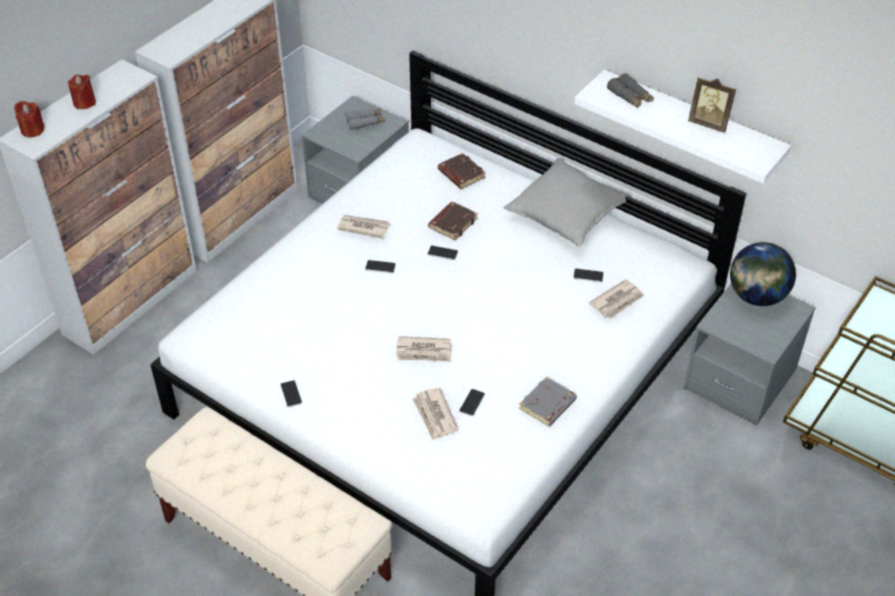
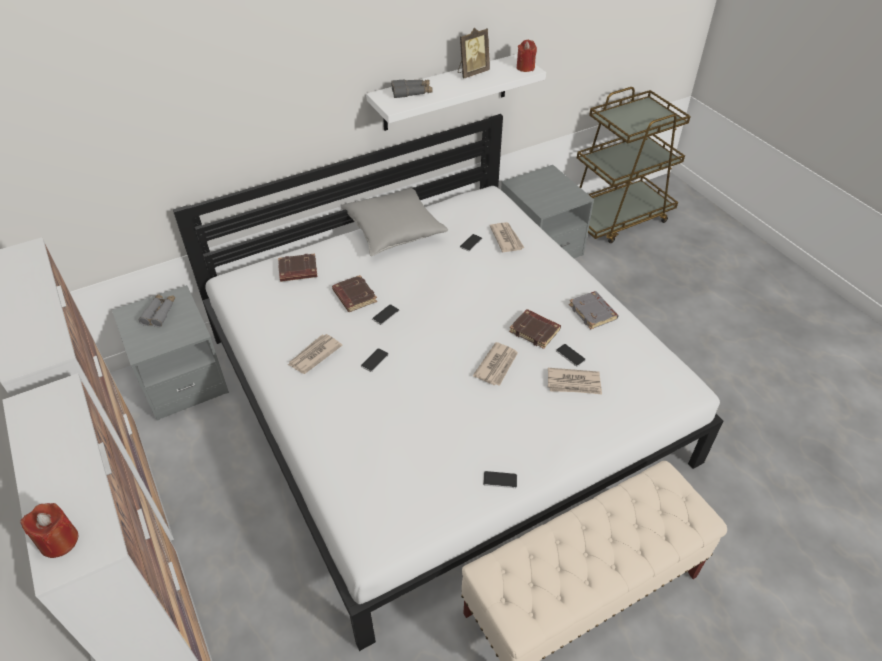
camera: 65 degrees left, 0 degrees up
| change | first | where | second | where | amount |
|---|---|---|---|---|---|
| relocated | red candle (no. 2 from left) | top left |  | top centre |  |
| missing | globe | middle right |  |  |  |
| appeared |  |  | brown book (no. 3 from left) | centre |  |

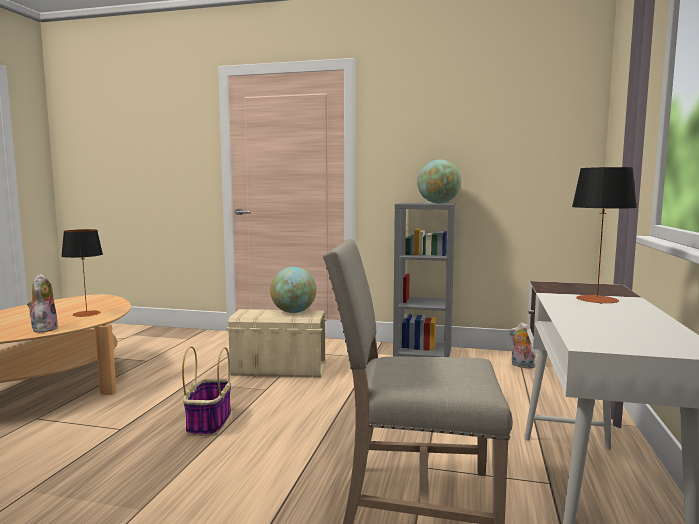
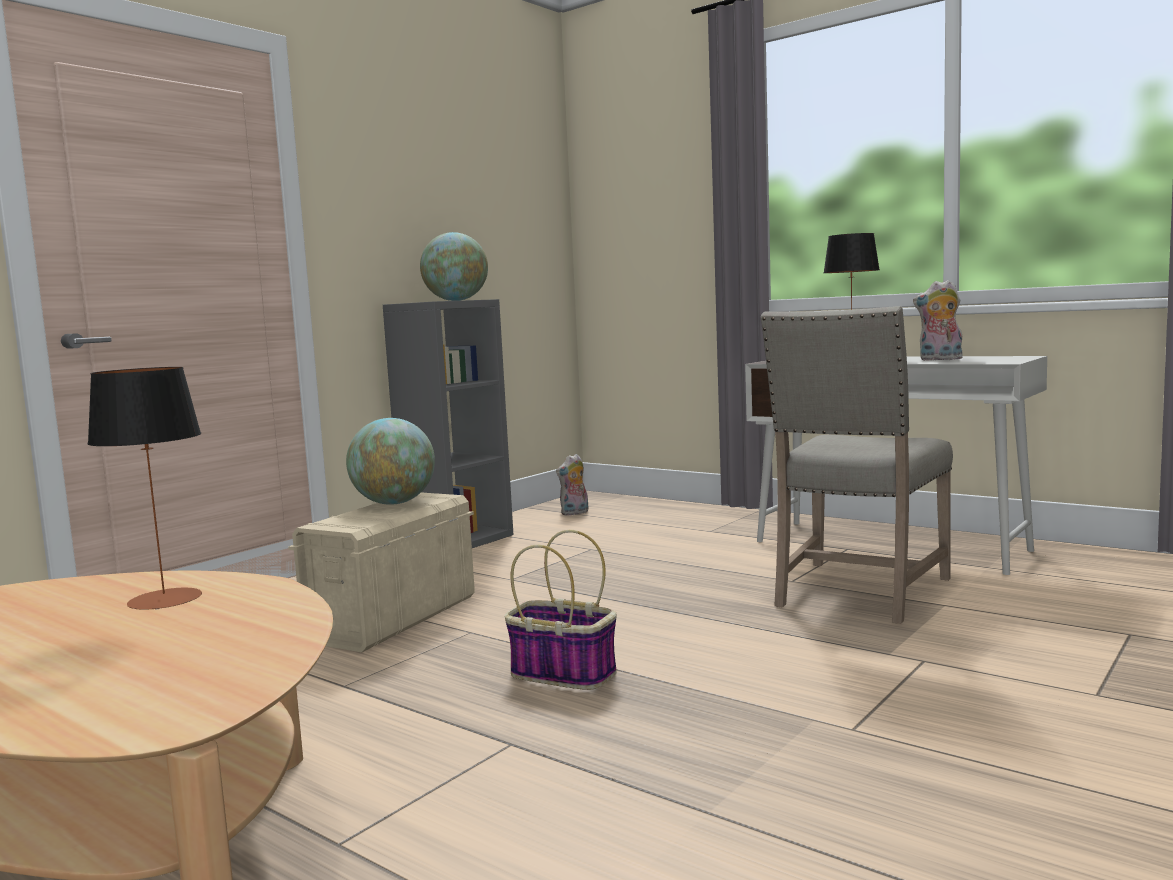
camera: 65 degrees left, 0 degrees up
| change | first | where | second | where | amount |
|---|---|---|---|---|---|
| relocated | plush toy (no. 1 from left in the first image) | middle left | plush toy (no. 2 from left) | middle right |  |

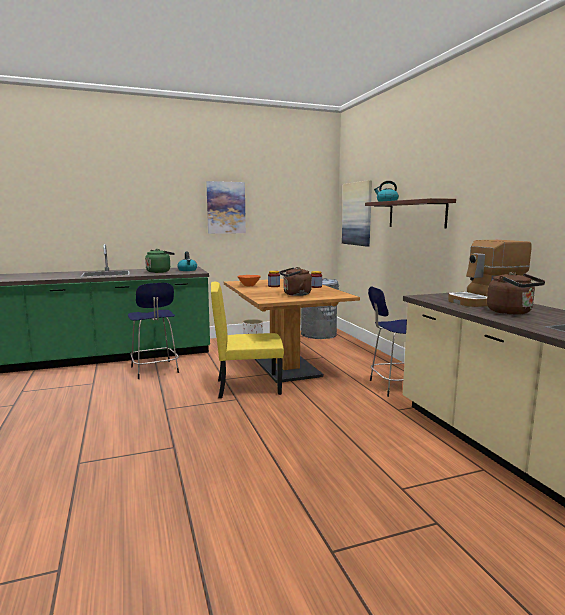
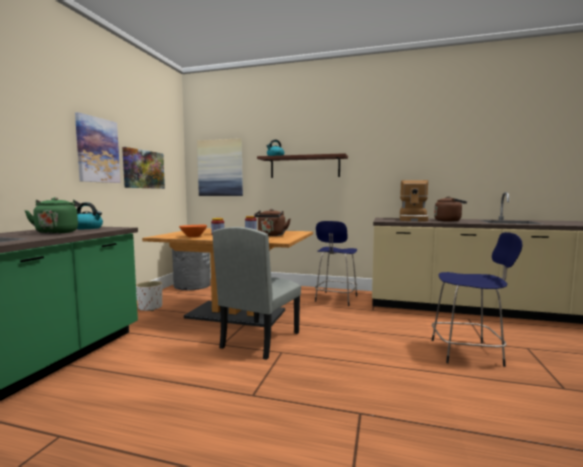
camera: 55 degrees left, 5 degrees down
| change | first | where | second | where | amount |
|---|---|---|---|---|---|
| relocated | blue stool (no. 1 from left in the first image) | middle left | blue stool (no. 2 from left) | middle right |  |
| colour | yellow chair | centre | grey chair | centre |  |
| appeared |  |  | picture (no. 2 from left) | middle left |  |

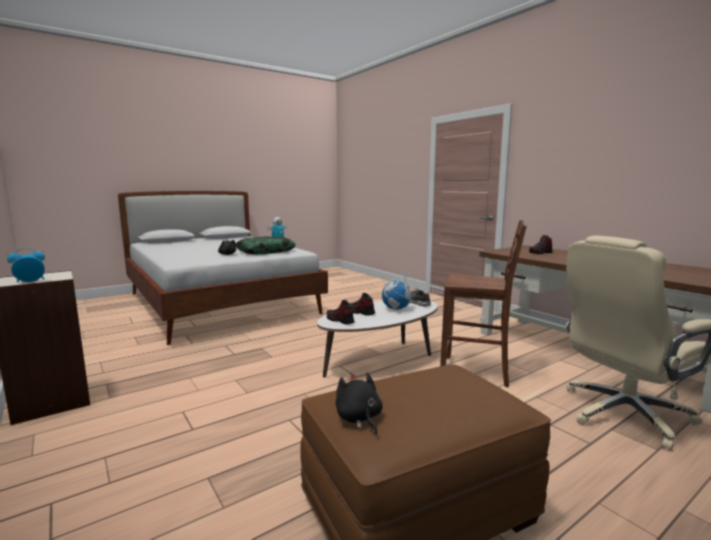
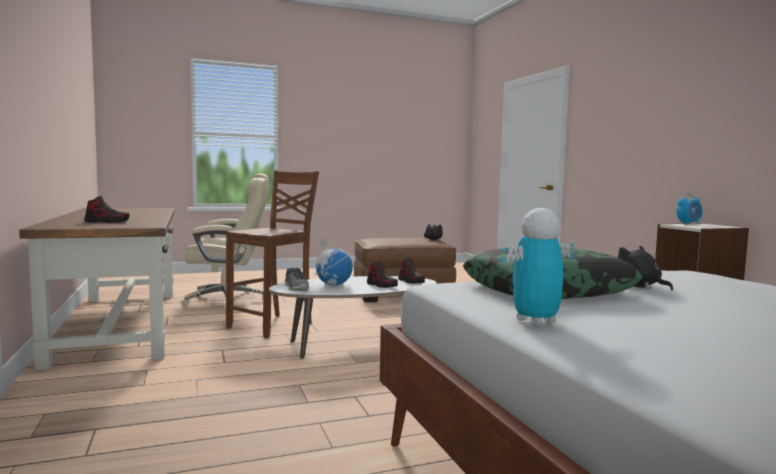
camera: 165 degrees left, 5 degrees down
| change | first | where | second | where | amount |
|---|---|---|---|---|---|
| spun | brown chair | middle right |  | centre | 90 degrees clockwise |

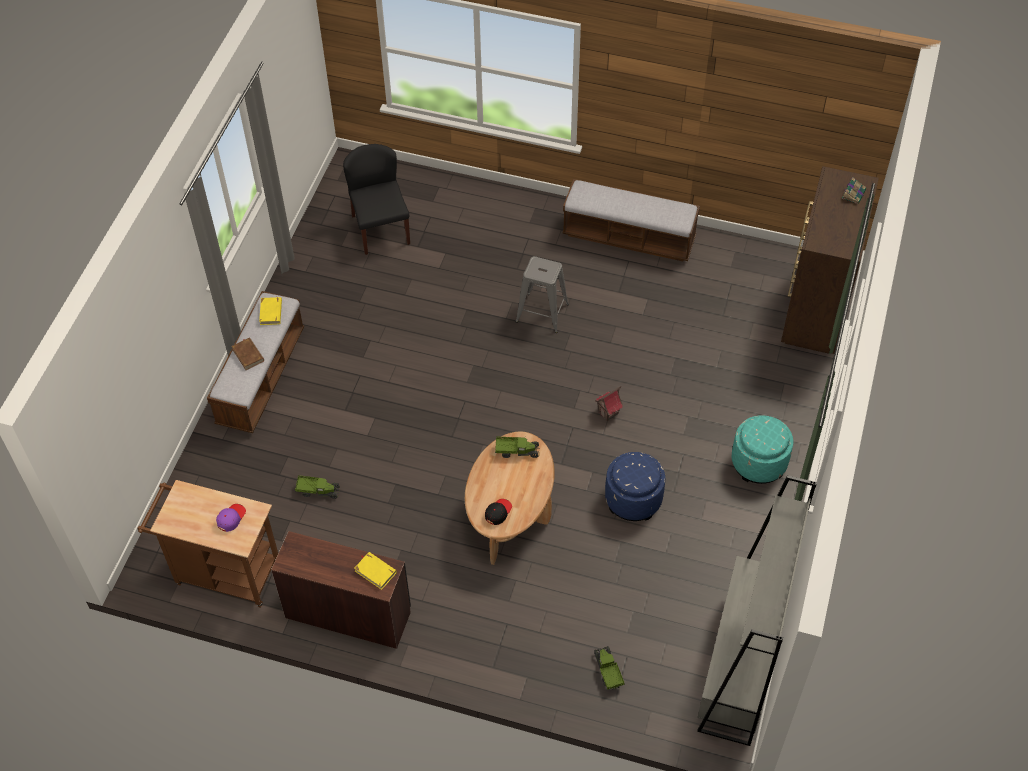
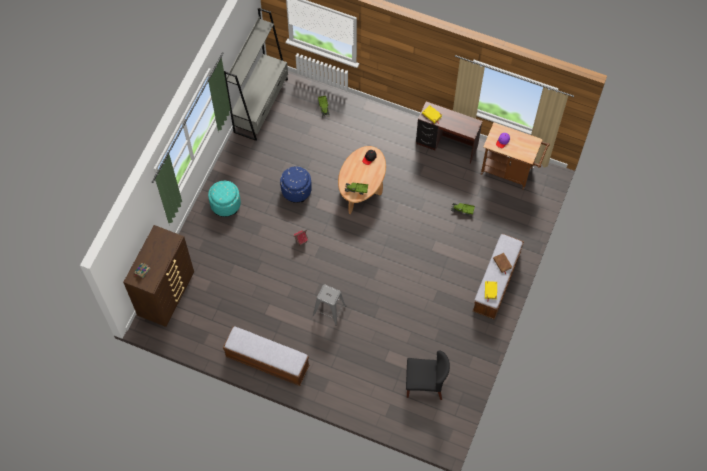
camera: 175 degrees left, 10 degrees up
| change | first | where | second | where | amount |
|---|---|---|---|---|---|
| spun | black chair | top centre |  | bottom centre | 75 degrees counterclockwise |

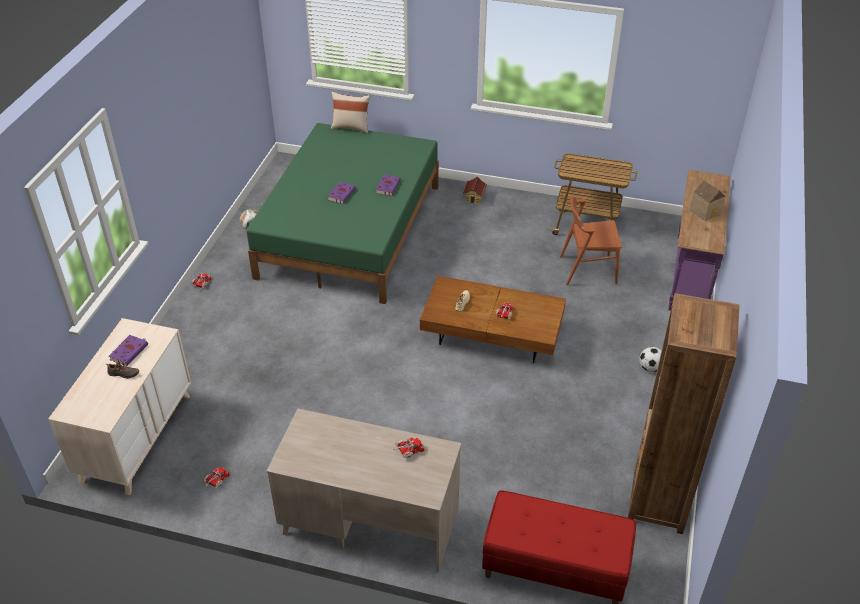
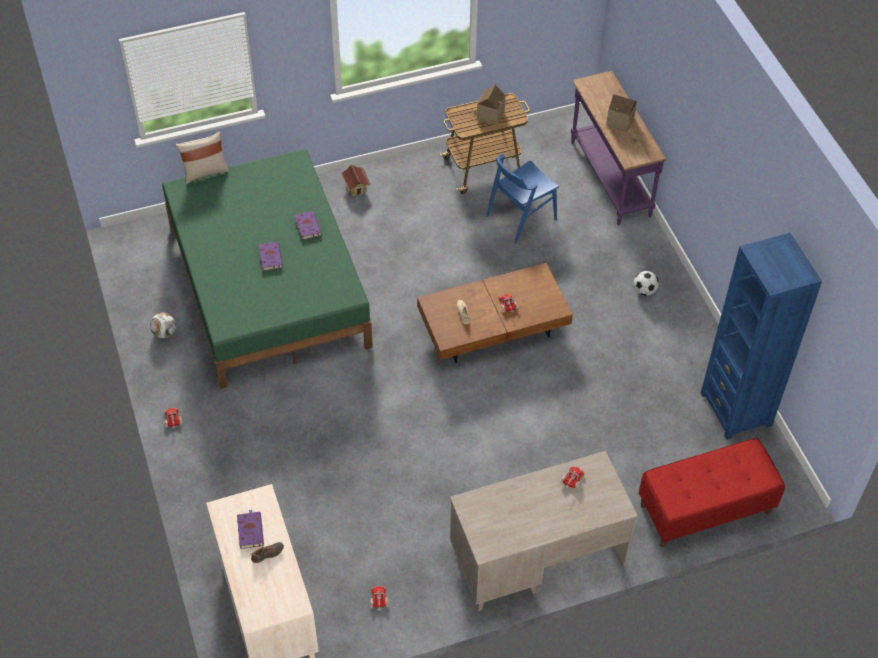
camera: 35 degrees left, 10 degrees up
| change | first | where | second | where | amount |
|---|---|---|---|---|---|
| colour | brown chair | middle right | blue chair | top centre |  |
| colour | brown bookcase | bottom right | blue bookcase | middle right |  |
| appeared |  |  | toy house (no. 2 from left) | top centre |  |

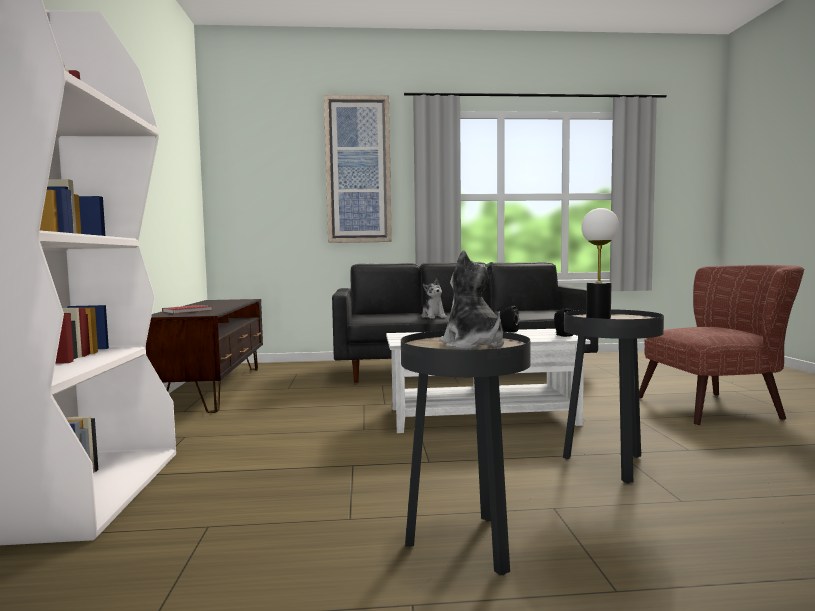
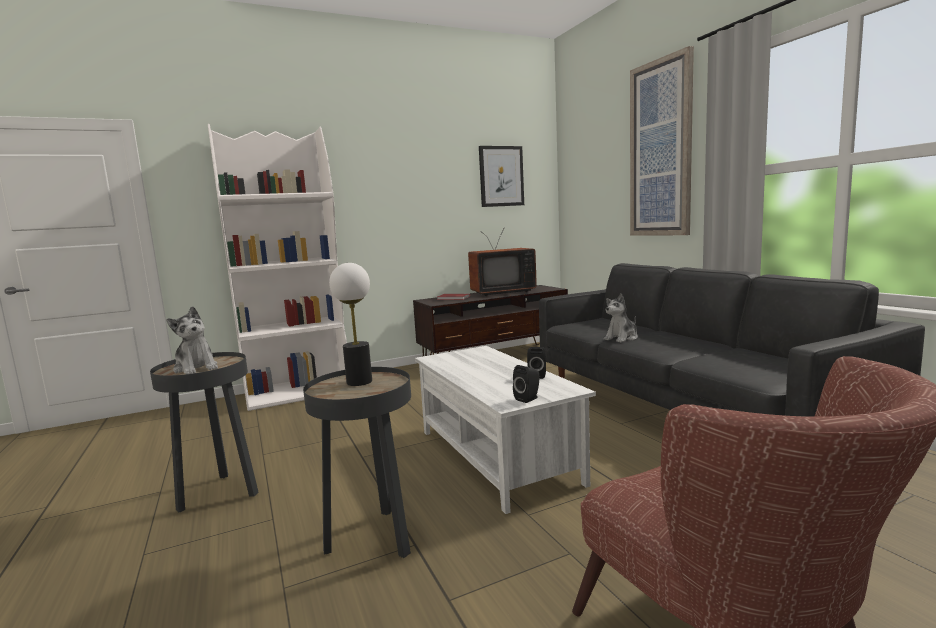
camera: 70 degrees right, 5 degrees up
| change | first | where | second | where | amount |
|---|---|---|---|---|---|
| spun | plush toy (no. 2 from left in the first image) | centre | plush toy (no. 1 from left) | middle left | 90 degrees clockwise |
| appeared |  |  | television | centre |  |
| appeared |  |  | picture (no. 1 from left) | top centre |  |

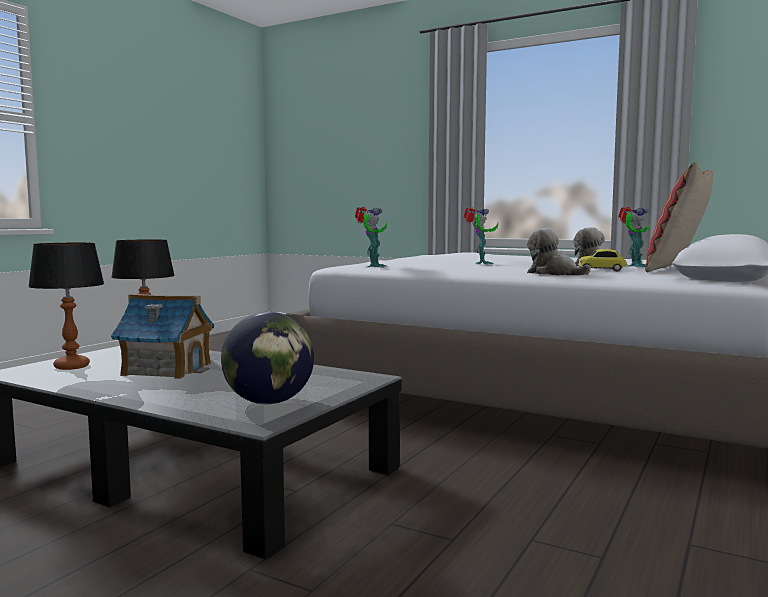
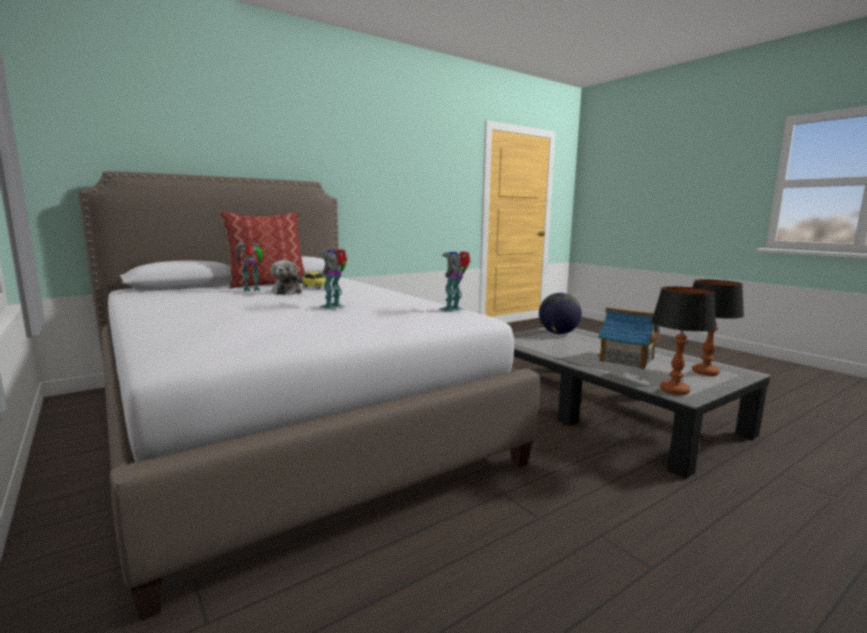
camera: 155 degrees left, 5 degrees up
| change | first | where | second | where | amount |
|---|---|---|---|---|---|
| missing | plush toy (no. 1 from left) | middle right |  |  |  |

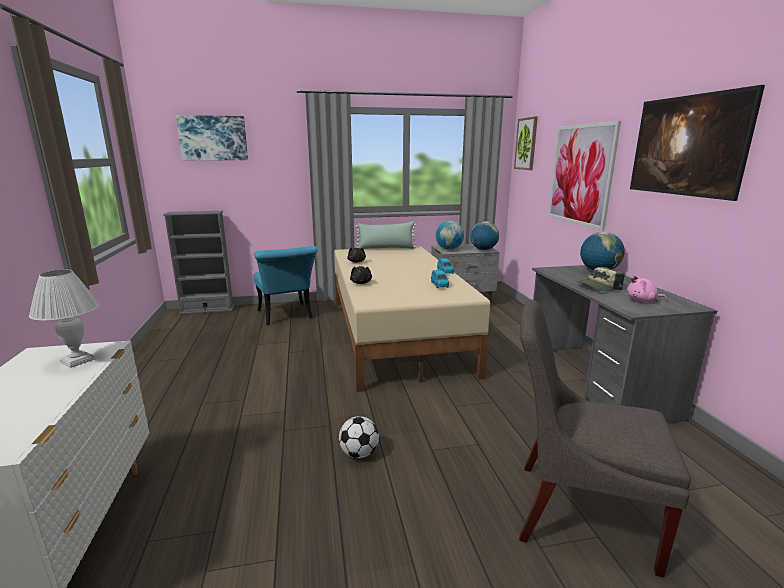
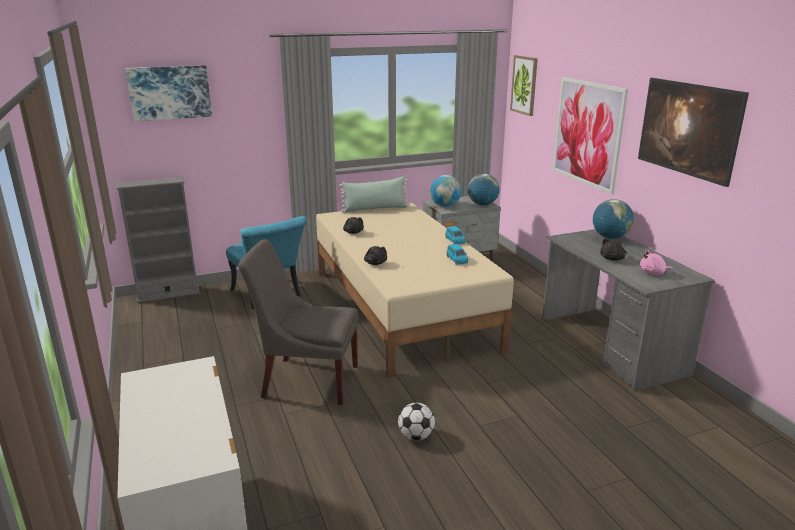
camera: 10 degrees left, 5 degrees up
| change | first | where | second | where | amount |
|---|---|---|---|---|---|
| missing | white table lamp | middle left |  |  |  |
| relocated | grey chair | bottom right |  | centre |  |
| exchanged | cap | middle right | black plush toy (no. 3 from left) | middle right |  |

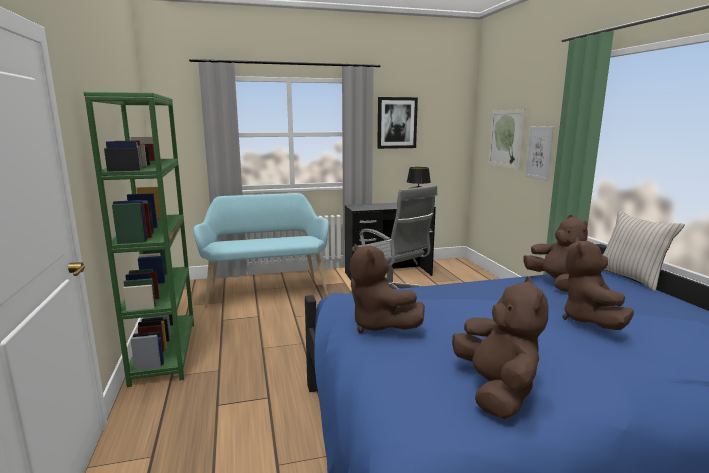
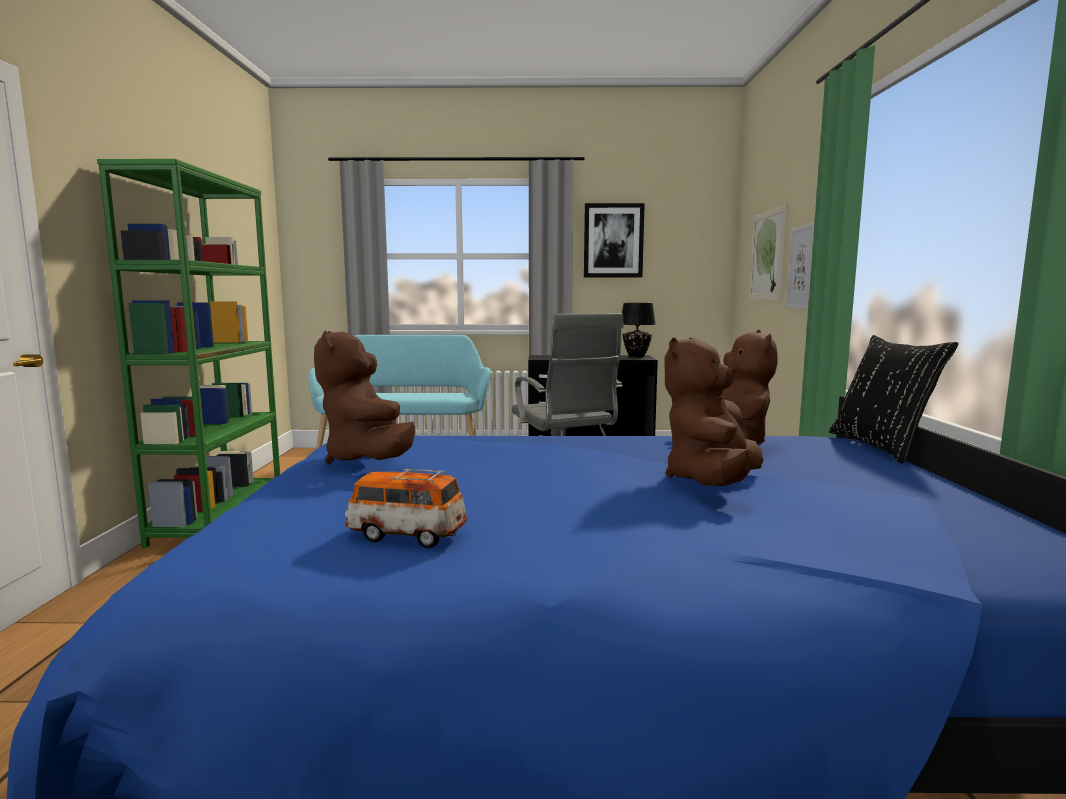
camera: 15 degrees right, 5 degrees down
| change | first | where | second | where | amount |
|---|---|---|---|---|---|
| exchanged | brown plush toy (no. 2 from left) | bottom right | toy car | centre |  |
| colour | beige pillow | middle right | black pillow | middle right |  |

